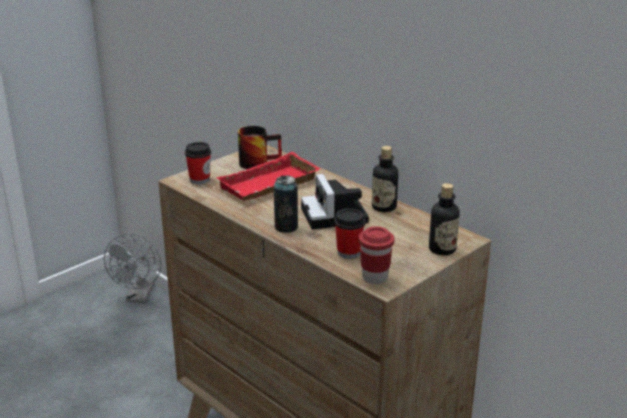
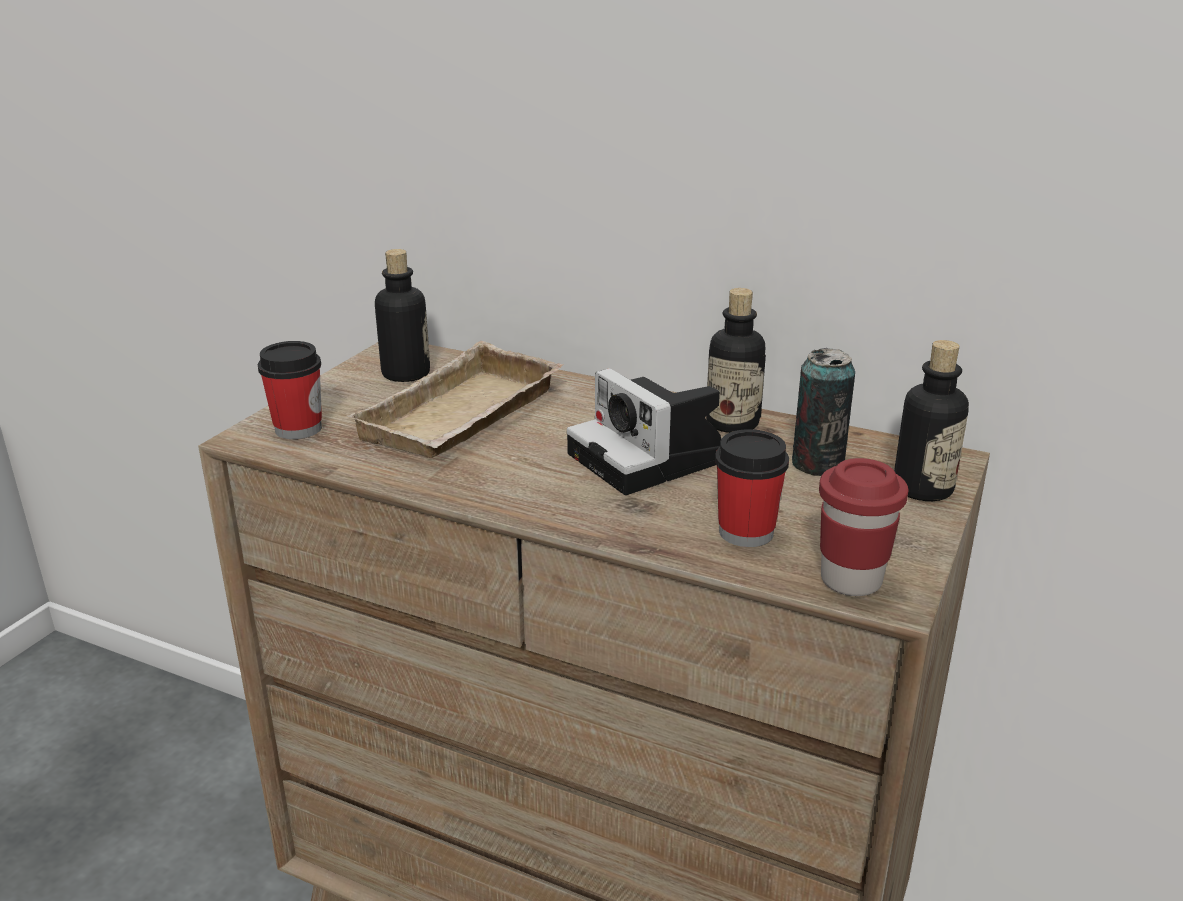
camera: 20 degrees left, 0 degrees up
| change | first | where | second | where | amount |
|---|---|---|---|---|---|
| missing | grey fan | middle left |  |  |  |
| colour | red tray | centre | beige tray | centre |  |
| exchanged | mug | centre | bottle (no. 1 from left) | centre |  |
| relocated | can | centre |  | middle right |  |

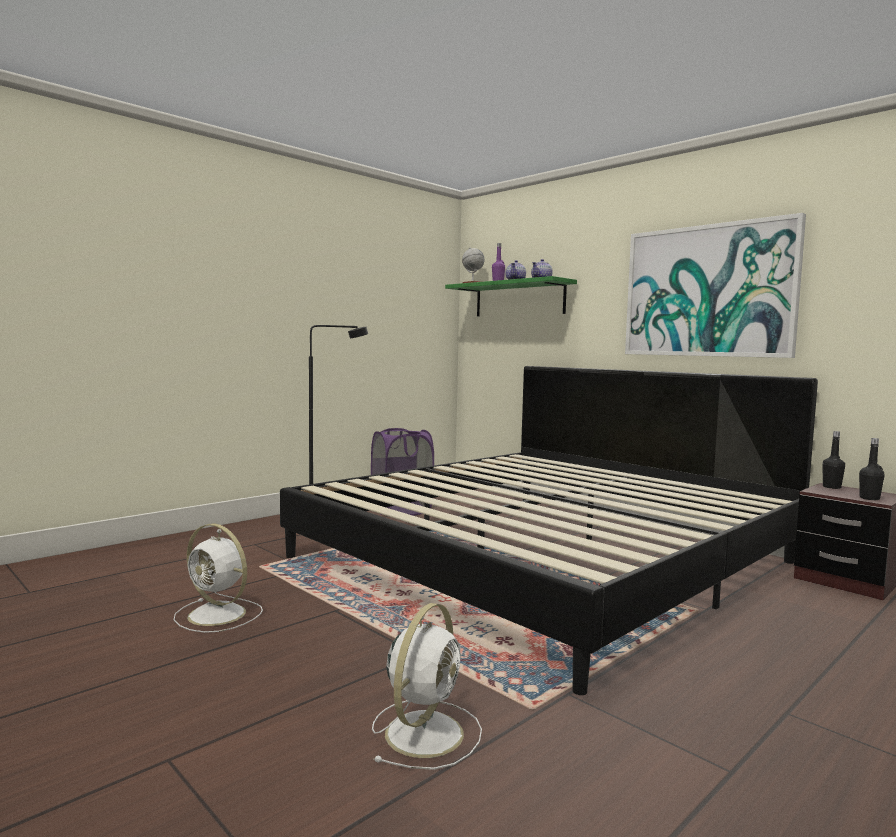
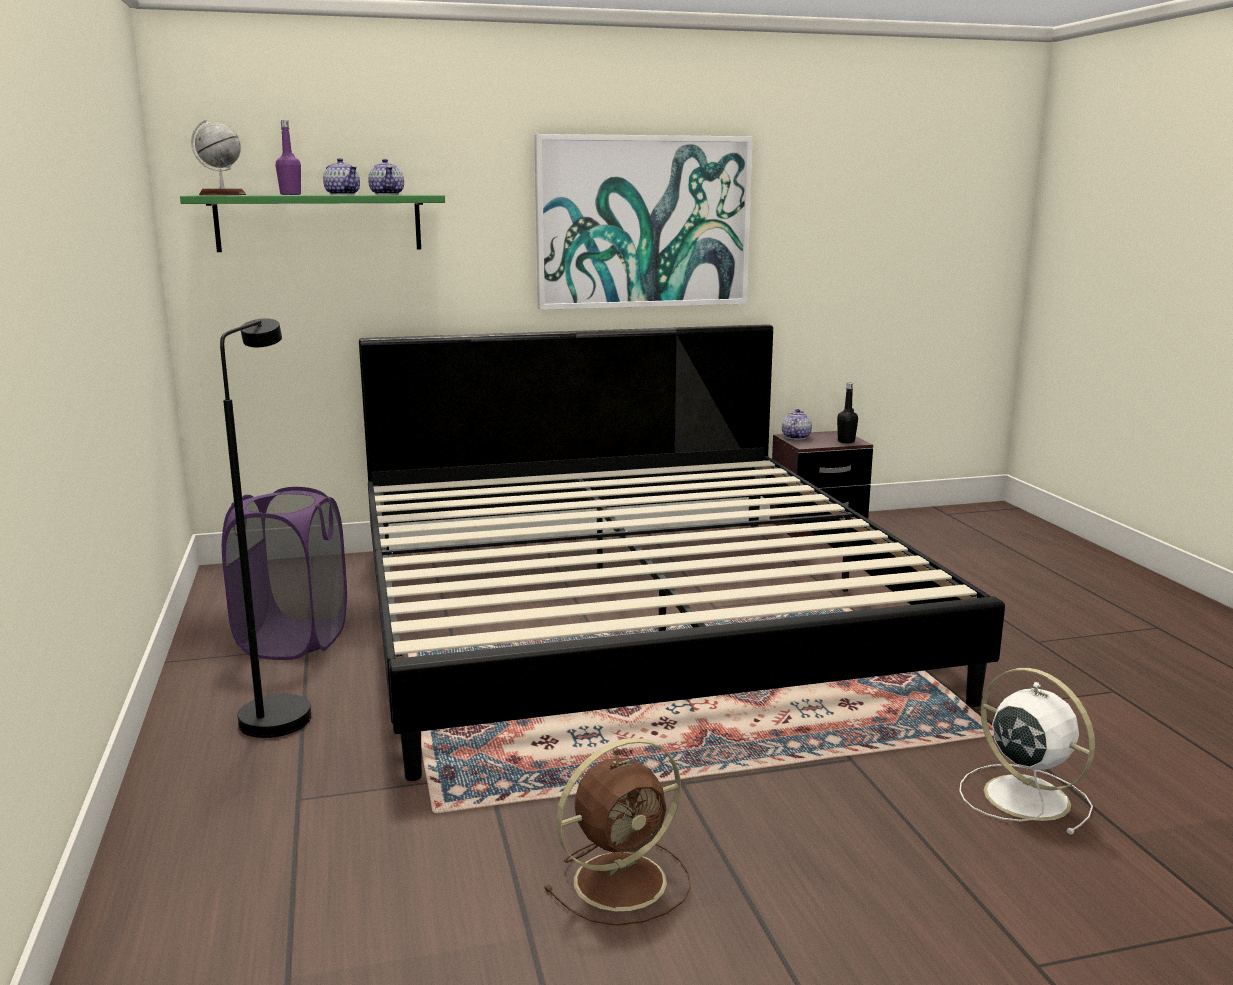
camera: 60 degrees left, 10 degrees up
| change | first | where | second | where | amount |
|---|---|---|---|---|---|
| colour | white fan (no. 1 from left) | bottom left | brown fan | bottom centre |  |
| exchanged | black bottle (no. 1 from left) | middle right | teapot (no. 3 from left) | centre |  |

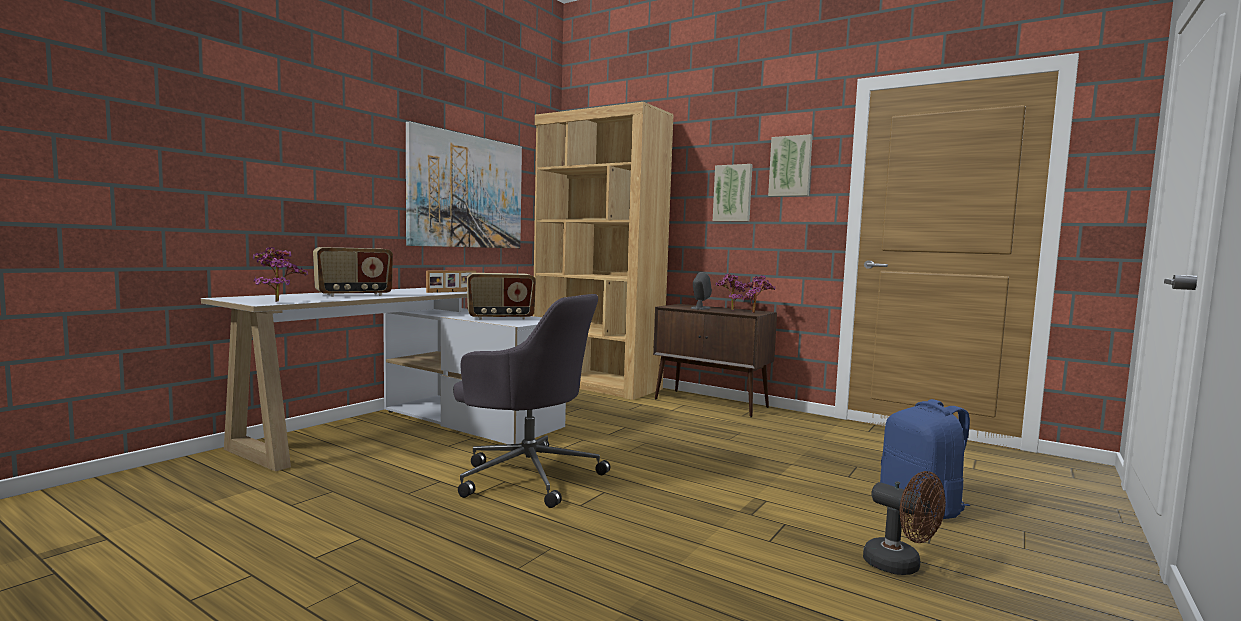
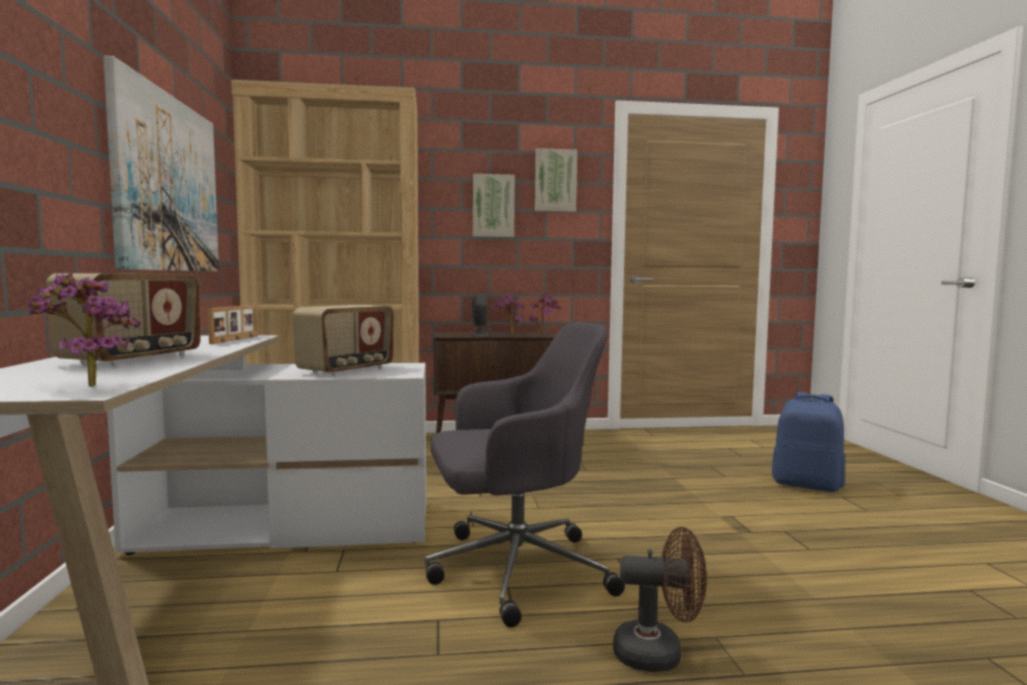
camera: 40 degrees left, 0 degrees up
| change | first | where | second | where | amount |
|---|---|---|---|---|---|
| relocated | brown fan | bottom right |  | bottom centre |  |

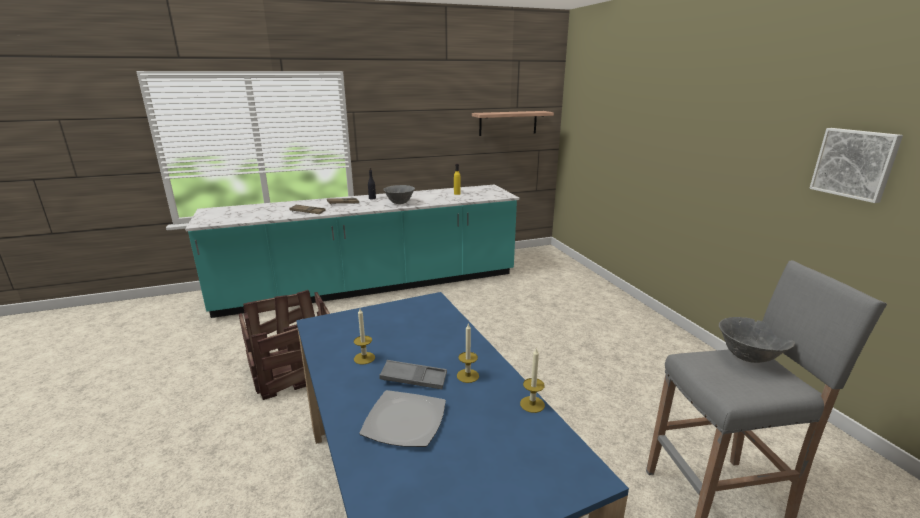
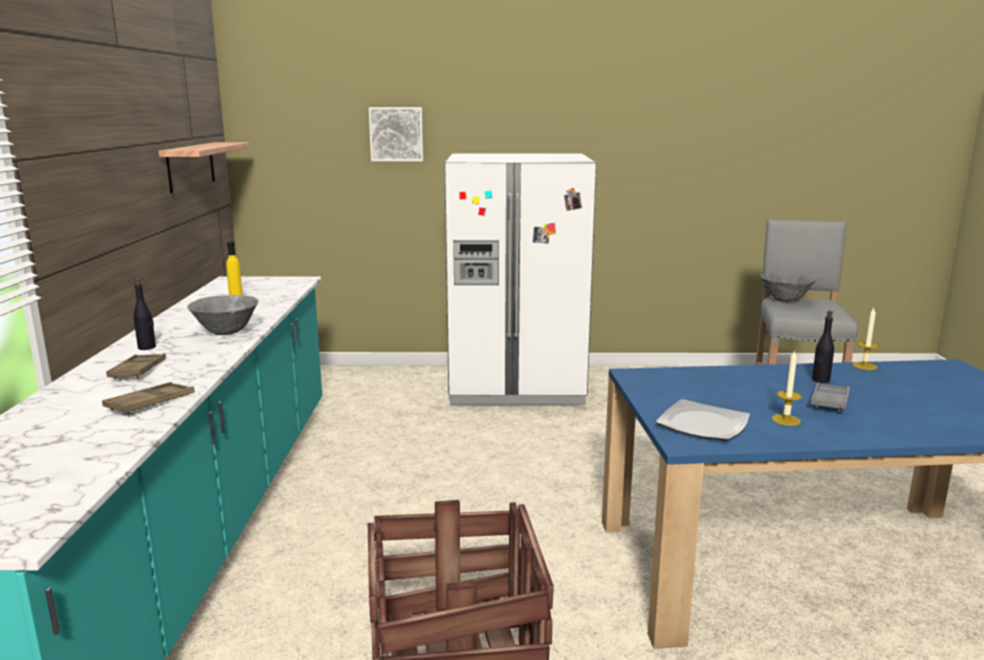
camera: 70 degrees left, 5 degrees down
| change | first | where | second | where | amount |
|---|---|---|---|---|---|
| relocated | plate | bottom centre |  | middle right |  |
| exchanged | candle (no. 2 from left) | bottom centre | black bottle (no. 2 from left) | middle right |  |
| relocated | picture | top right |  | top centre |  |
| appeared |  |  | white fridge | centre |  |

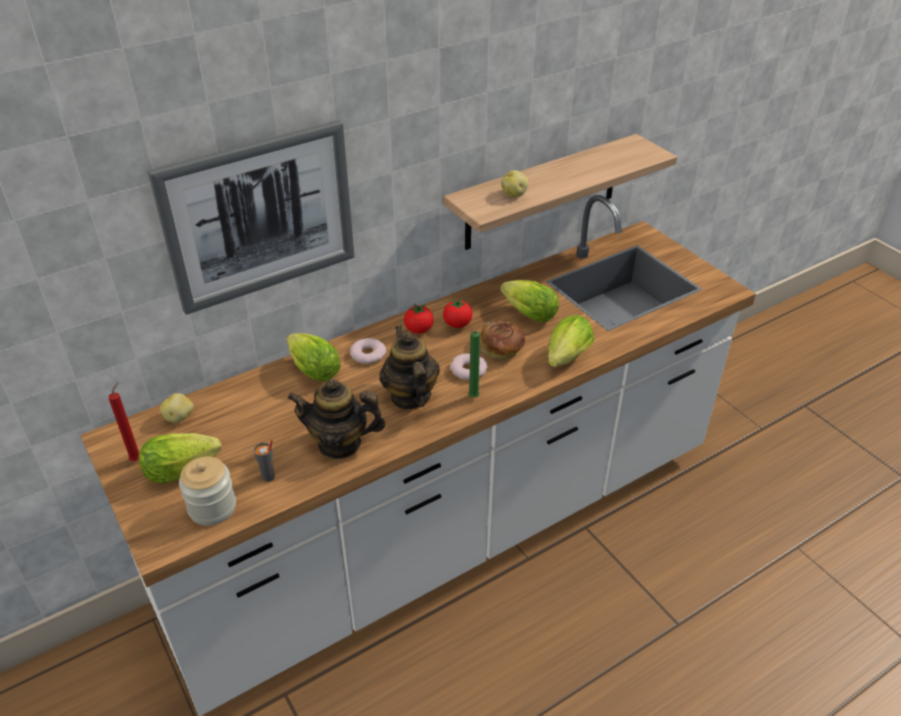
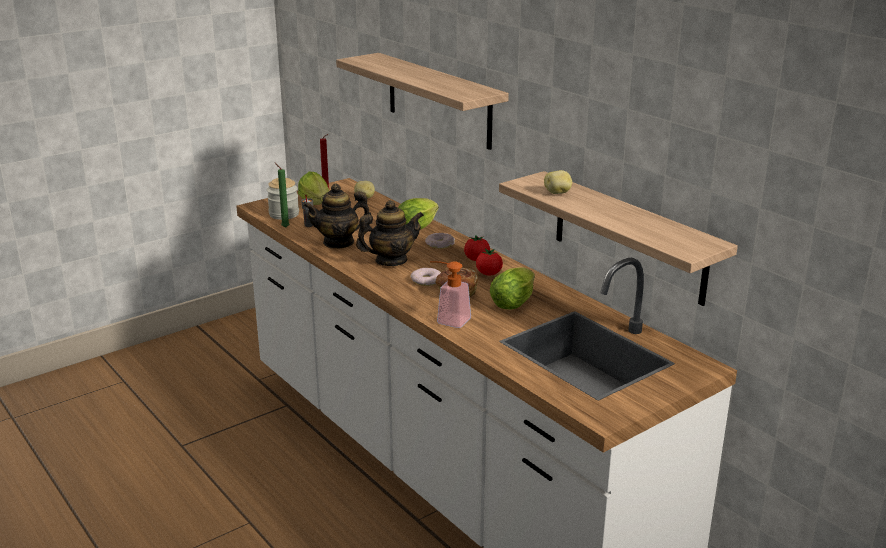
camera: 85 degrees right, 15 degrees down
| change | first | where | second | where | amount |
|---|---|---|---|---|---|
| exchanged | picture | top left | shelf (no. 1 from left) | top centre |  |
| spun | teapot (no. 1 from left) | centre |  | centre | 105 degrees counterclockwise |
| relocated | green candle | centre |  | middle left |  |
| exchanged | lettuce (no. 4 from left) | centre | soap dispenser | centre |  |

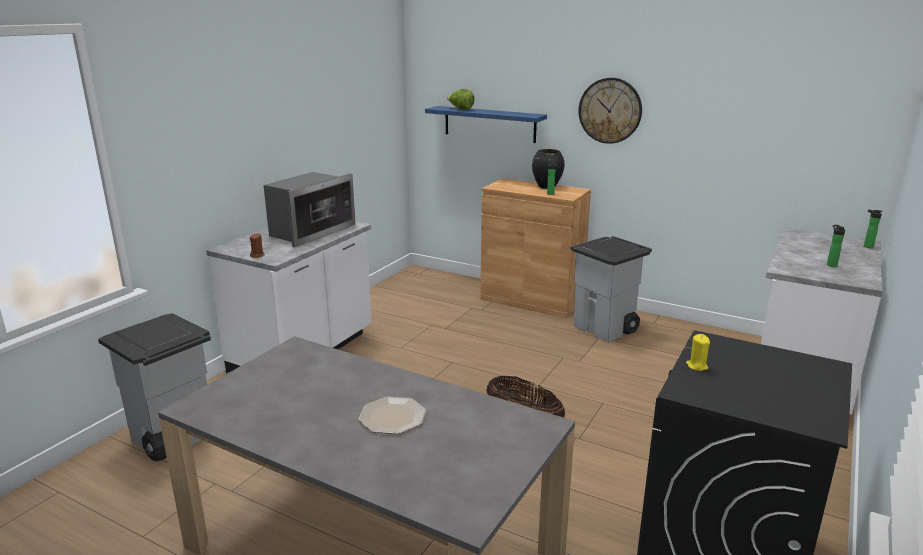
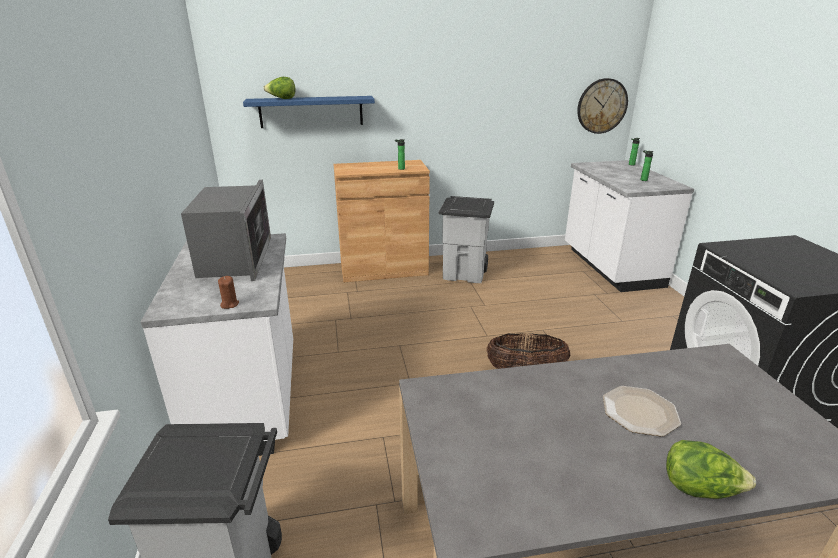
camera: 40 degrees left, 5 degrees up
| change | first | where | second | where | amount |
|---|---|---|---|---|---|
| missing | black vase | top centre |  |  |  |
| relocated | wall clock | top centre |  | top right |  |
| missing | yellow candle | middle right |  |  |  |
| appeared |  |  | lettuce (no. 2 from left) | bottom right |  |

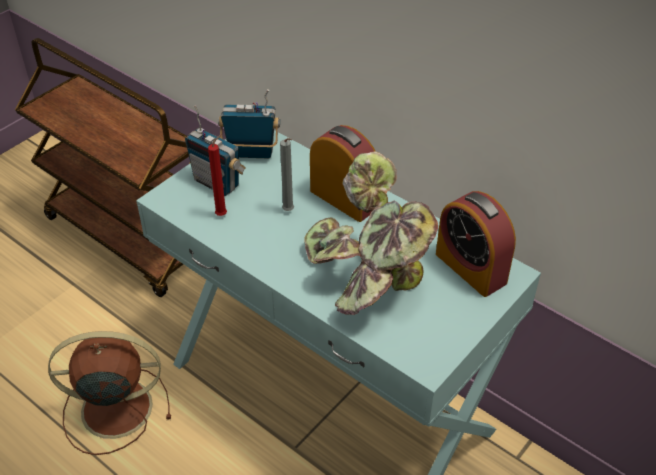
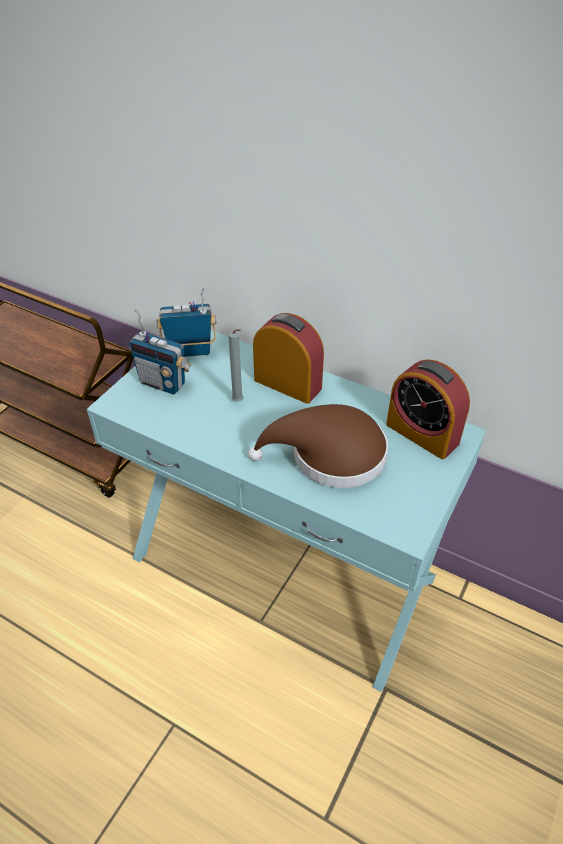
camera: 10 degrees left, 0 degrees up
| change | first | where | second | where | amount |
|---|---|---|---|---|---|
| missing | brown fan | bottom left |  |  |  |
| missing | red candle | middle left |  |  |  |
| exchanged | potted plant | centre | brown hat | centre |  |

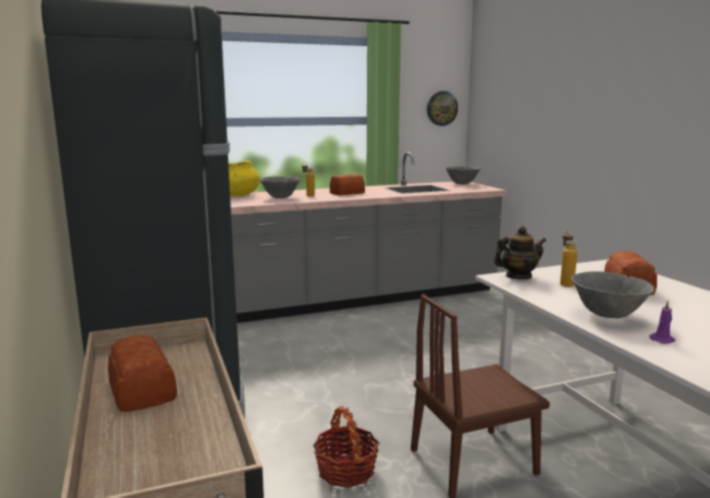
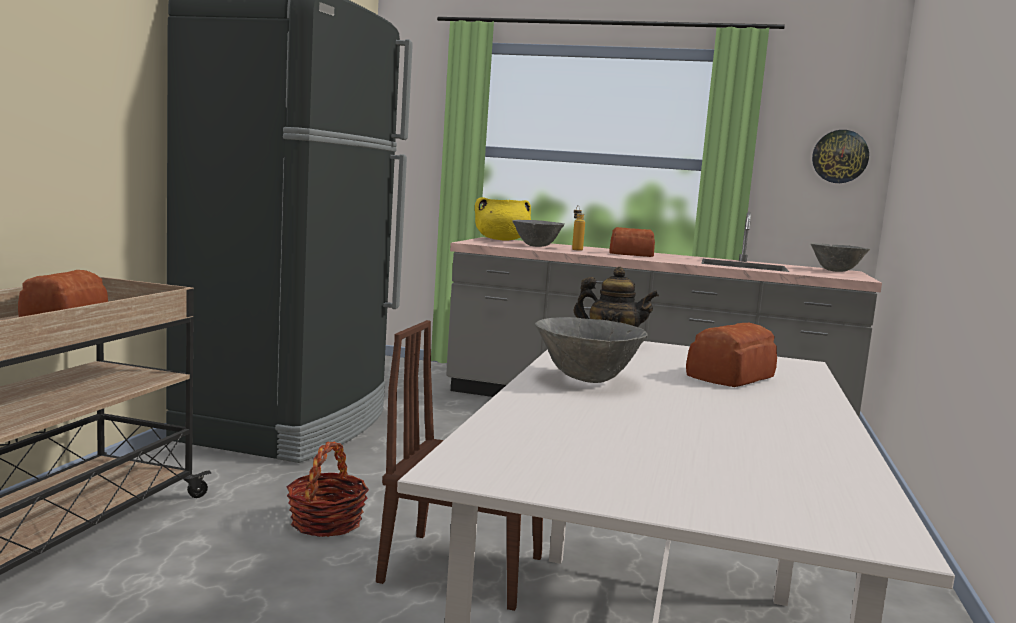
camera: 35 degrees right, 5 degrees down
| change | first | where | second | where | amount |
|---|---|---|---|---|---|
| missing | bottle (no. 2 from left) | middle right |  |  |  |
| missing | purple candle | middle right |  |  |  |

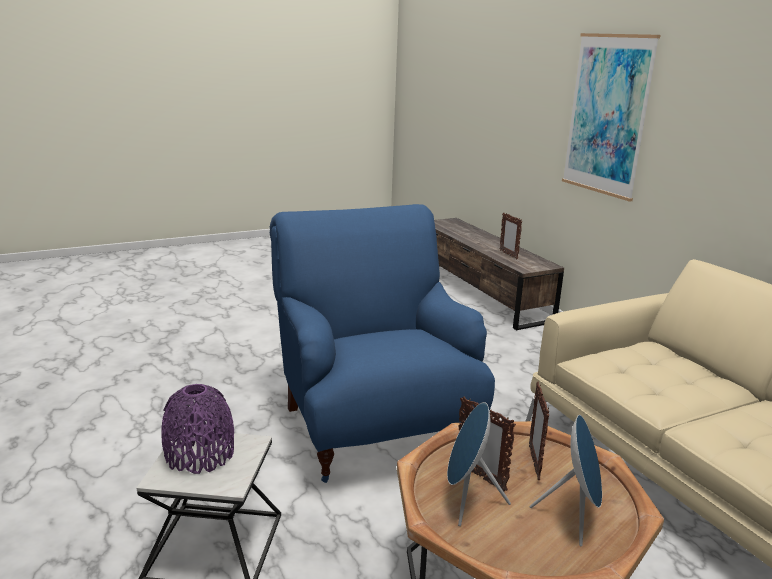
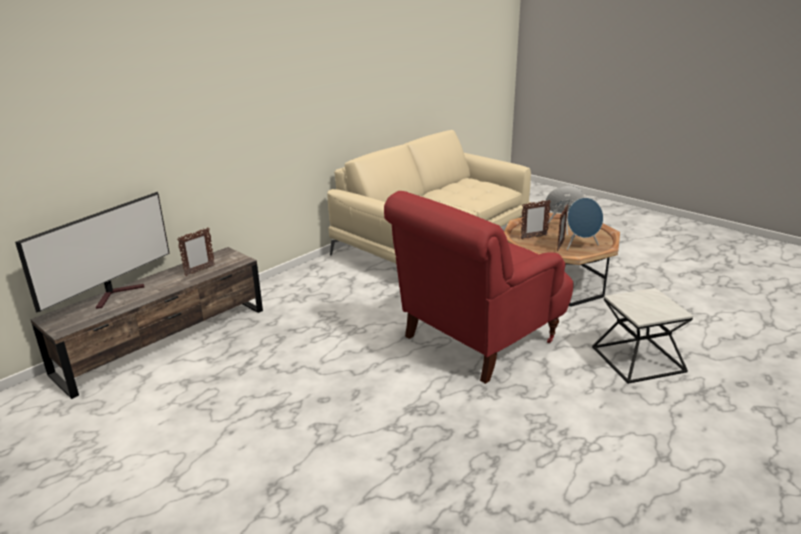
camera: 110 degrees left, 5 degrees up
| change | first | where | second | where | amount |
|---|---|---|---|---|---|
| missing | purple vase | bottom left |  |  |  |
| colour | blue armchair | centre | red armchair | centre |  |
| missing | picture | top right |  |  |  |
| appeared |  |  | television | middle left |  |

